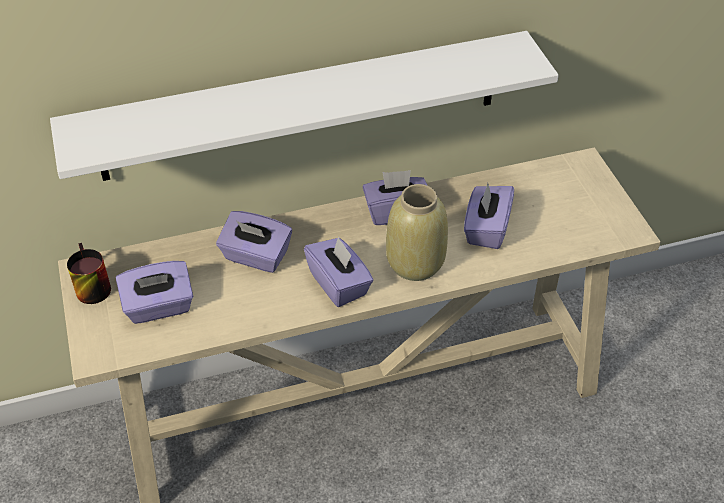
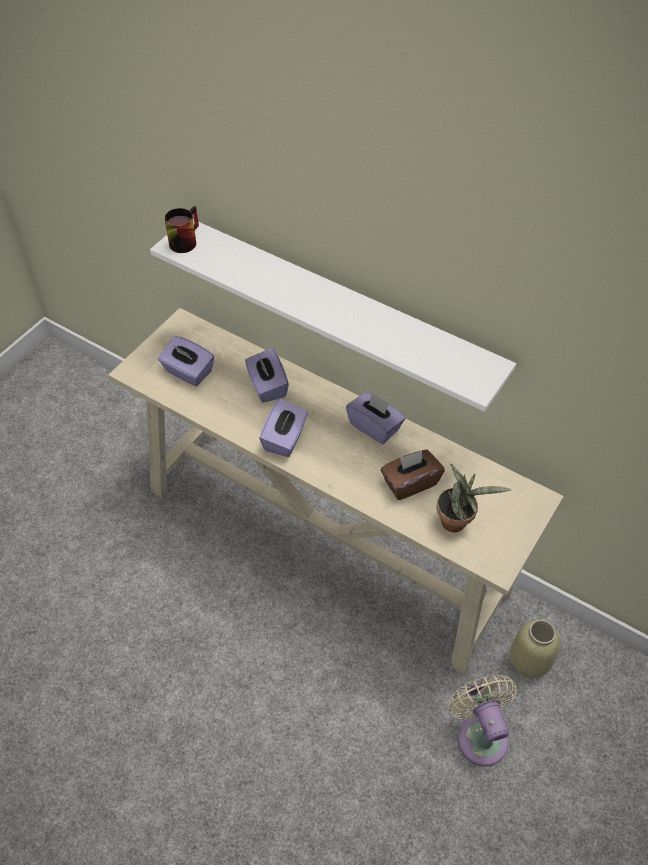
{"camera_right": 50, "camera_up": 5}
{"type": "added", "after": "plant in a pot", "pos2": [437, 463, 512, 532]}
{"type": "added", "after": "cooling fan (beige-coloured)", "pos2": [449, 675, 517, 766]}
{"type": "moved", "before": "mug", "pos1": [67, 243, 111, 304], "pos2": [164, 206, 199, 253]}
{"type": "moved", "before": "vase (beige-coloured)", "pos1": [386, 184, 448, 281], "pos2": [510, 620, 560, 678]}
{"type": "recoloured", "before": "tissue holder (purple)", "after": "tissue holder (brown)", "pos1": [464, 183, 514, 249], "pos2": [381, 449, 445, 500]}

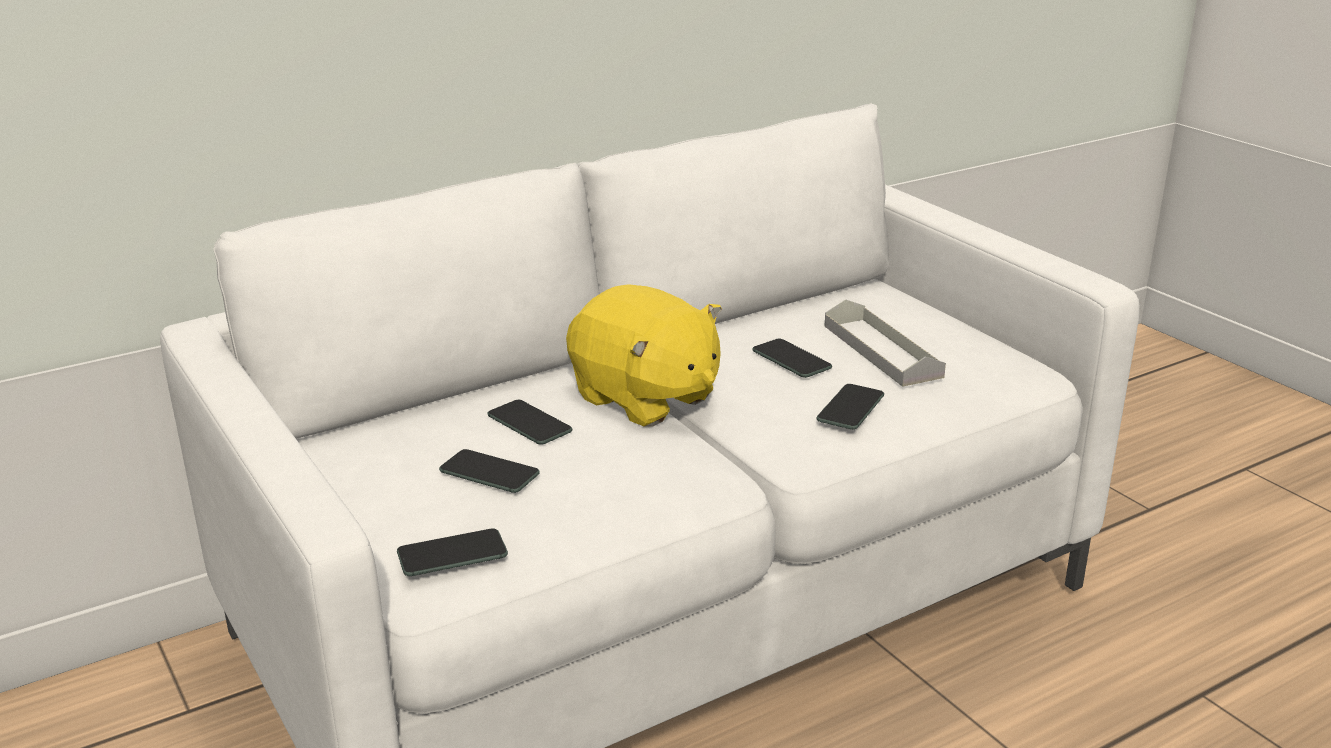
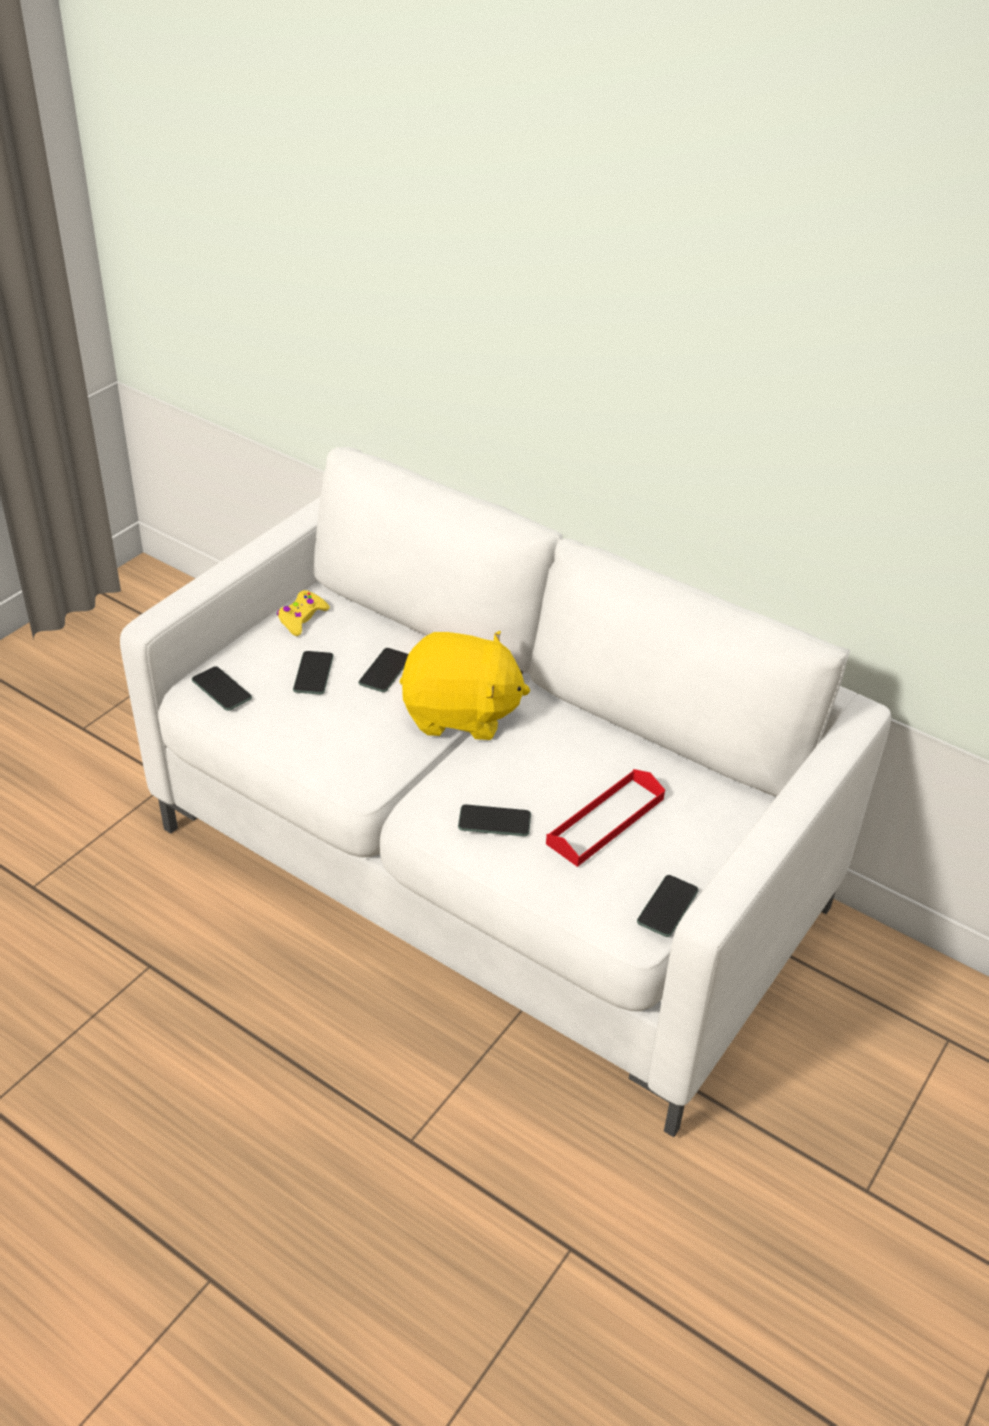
{"camera_right": 65, "camera_up": 15}
{"type": "added", "after": "gamepad (yellowish)", "pos2": [277, 590, 330, 636]}
{"type": "moved", "before": "handset", "pos1": [752, 339, 832, 378], "pos2": [637, 875, 698, 937]}
{"type": "recoloured", "before": "serving tray (greyish)", "after": "serving tray (red-coloured)", "pos1": [825, 299, 946, 387], "pos2": [546, 769, 665, 867]}
{"type": "turned", "before": "plush toy (yellowish)", "pos1": [566, 284, 722, 427], "pos2": [400, 631, 531, 740], "turn": -105}

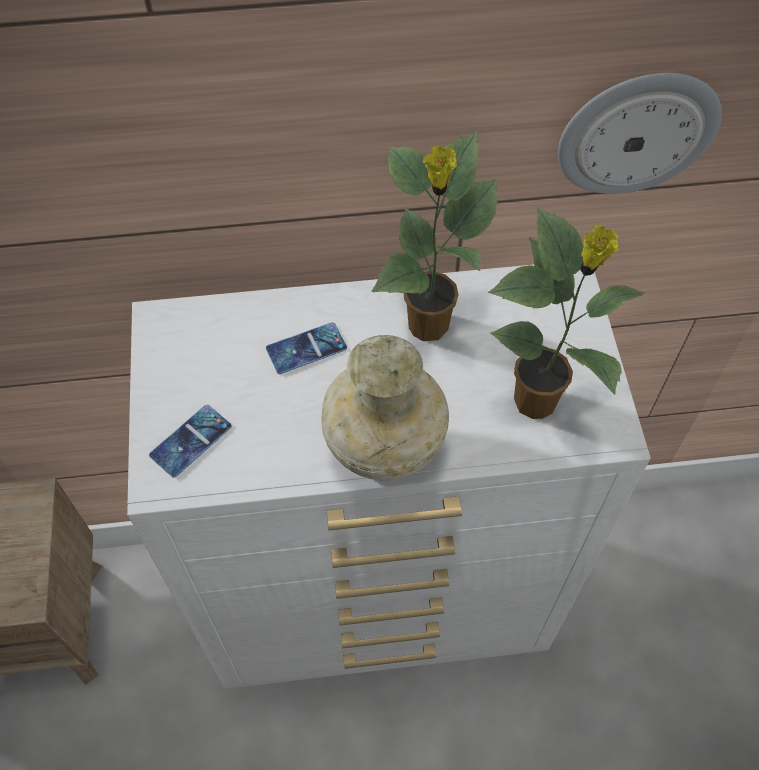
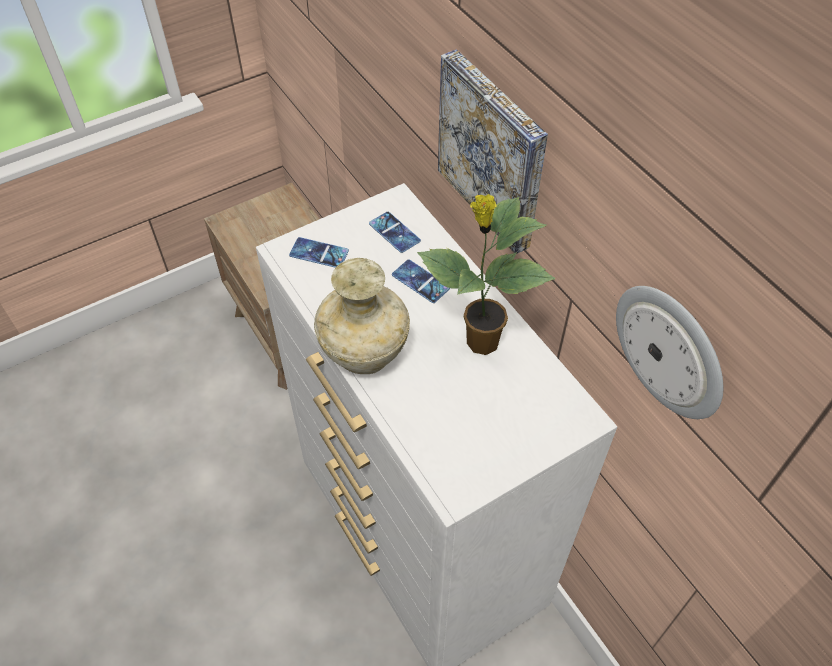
{"camera_right": 65, "camera_up": -5}
{"type": "removed", "before": "plant in a pot", "pos1": [488, 207, 646, 419]}
{"type": "added", "after": "handset", "pos2": [369, 212, 421, 253]}
{"type": "added", "after": "wall picture", "pos2": [438, 49, 548, 254]}

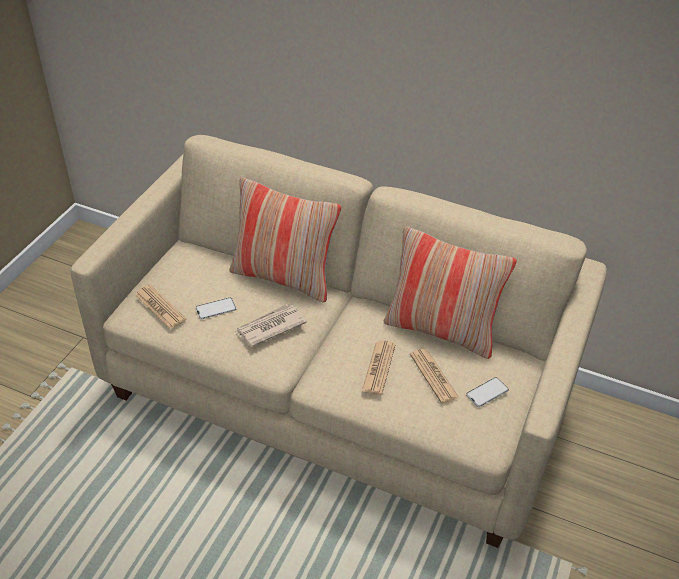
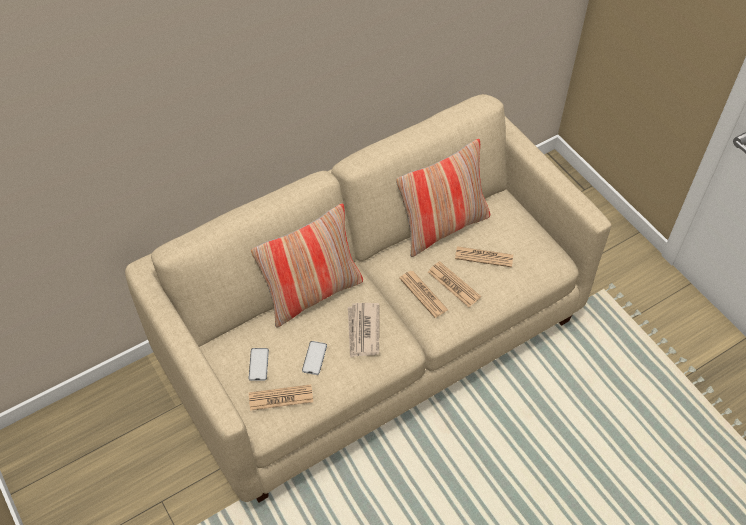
{"camera_right": -55, "camera_up": 10}
{"type": "added", "after": "newspaper", "pos2": [399, 271, 448, 318]}
{"type": "moved", "before": "handset", "pos1": [466, 377, 509, 407], "pos2": [249, 348, 269, 381]}

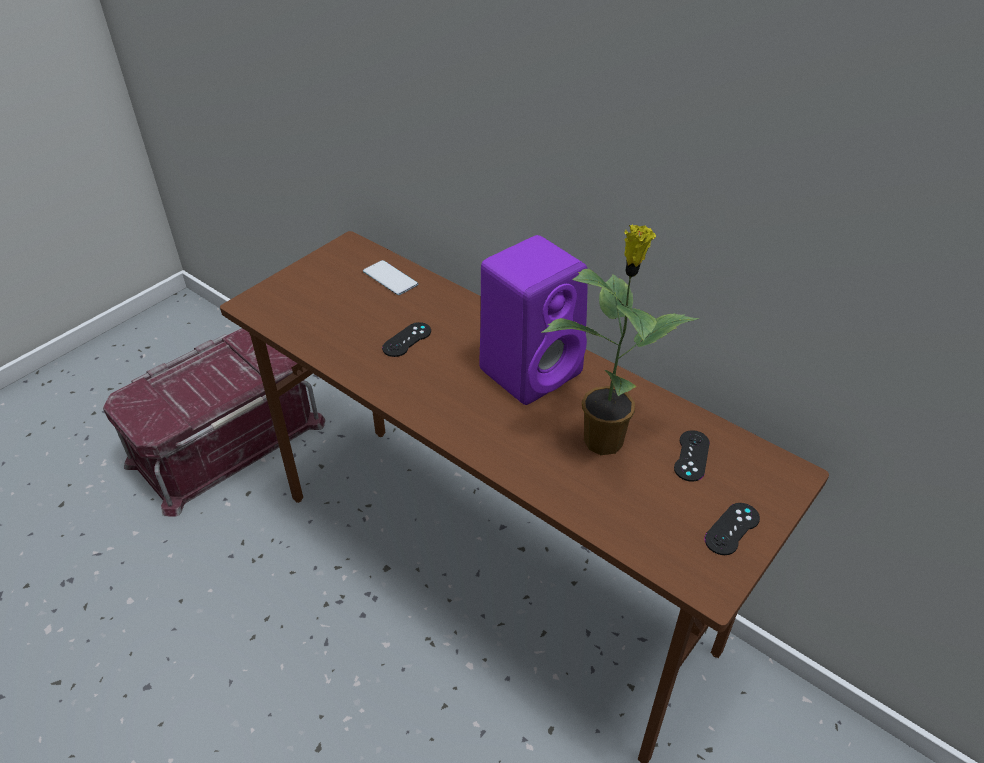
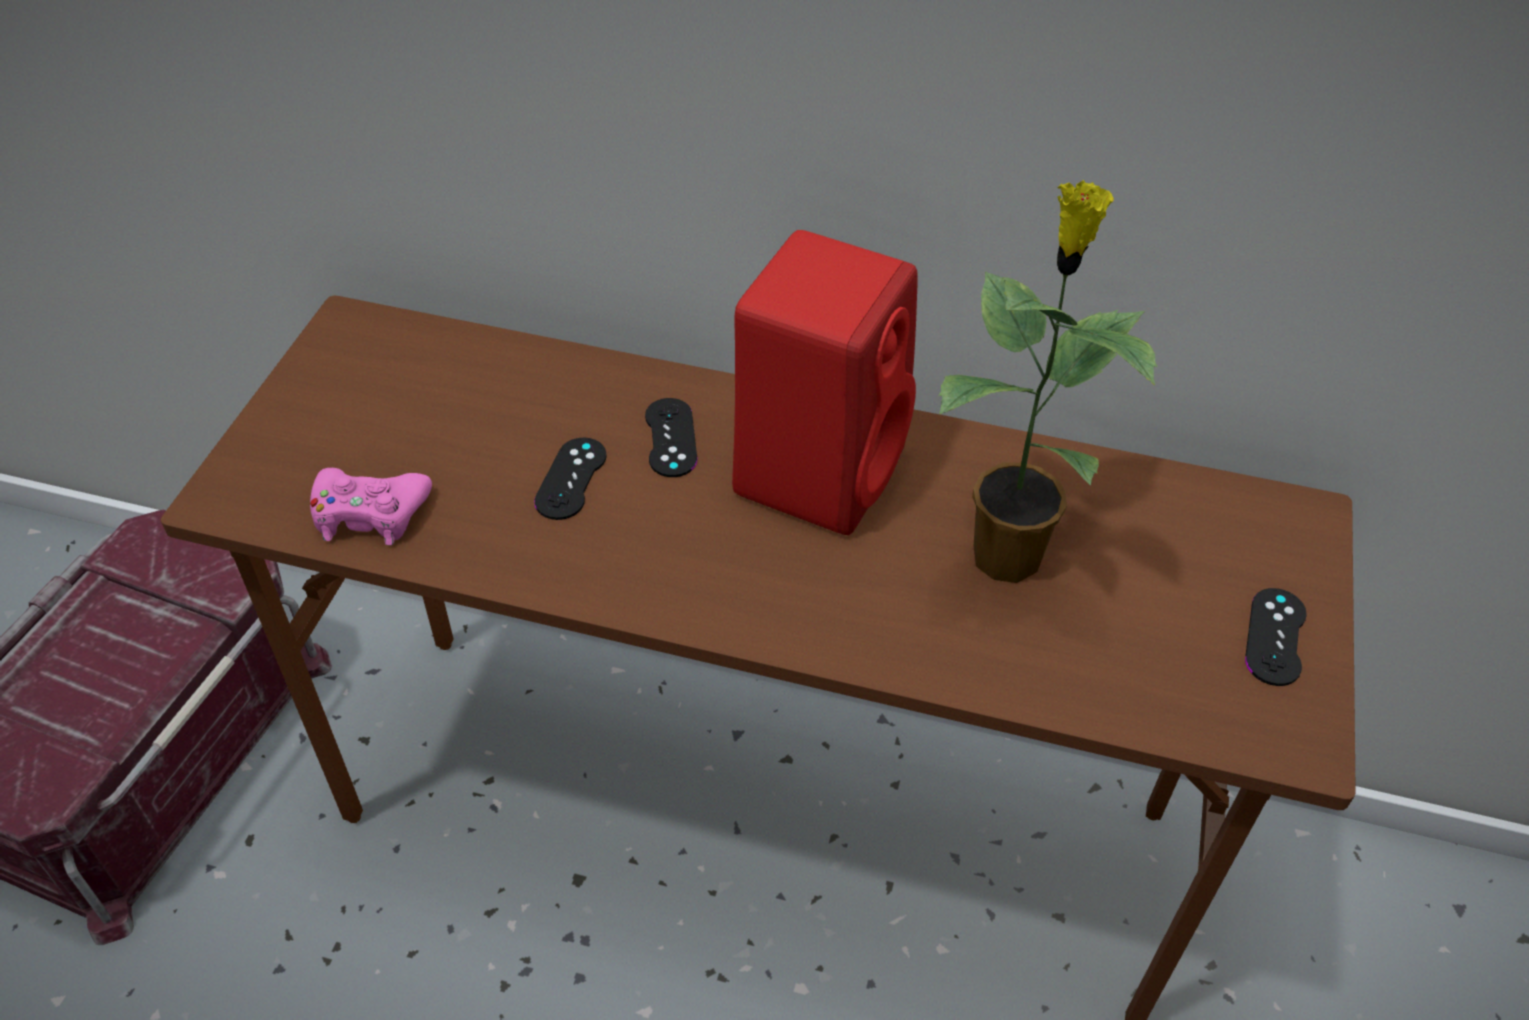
{"camera_right": -25, "camera_up": 5}
{"type": "removed", "before": "handset", "pos1": [363, 260, 418, 295]}
{"type": "added", "after": "gamepad (pink-coloured)", "pos2": [310, 468, 432, 545]}
{"type": "moved", "before": "gamepad (blackish)", "pos1": [674, 430, 710, 482], "pos2": [645, 398, 697, 477]}
{"type": "recoloured", "before": "speaker (purple)", "after": "speaker (red-coloured)", "pos1": [479, 235, 588, 405], "pos2": [732, 230, 918, 535]}

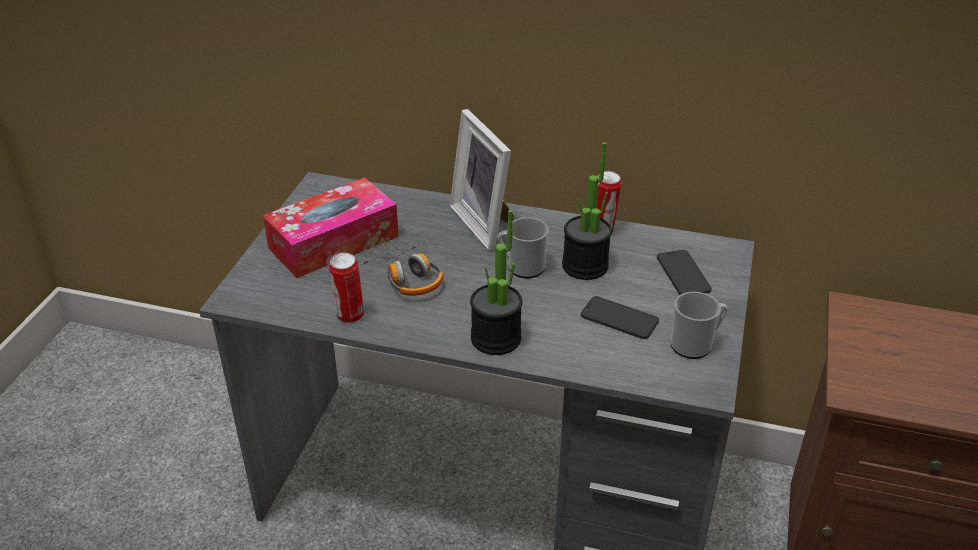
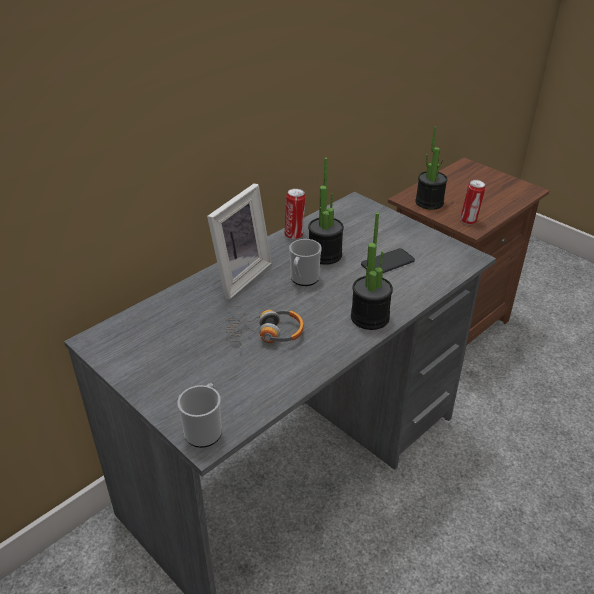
{"camera_right": -60, "camera_up": 0}
{"type": "removed", "before": "tissue holder", "pos1": [263, 178, 399, 278]}
{"type": "removed", "before": "handset", "pos1": [657, 250, 712, 295]}
{"type": "added", "after": "plant in a pot", "pos2": [415, 126, 447, 210]}
{"type": "moved", "before": "sealed can", "pos1": [329, 252, 364, 323], "pos2": [460, 180, 485, 225]}
{"type": "moved", "before": "mug", "pos1": [671, 292, 728, 359], "pos2": [177, 384, 222, 448]}
{"type": "turned", "before": "picture frame", "pos1": [450, 109, 514, 251], "pos2": [207, 183, 272, 299], "turn": -60}

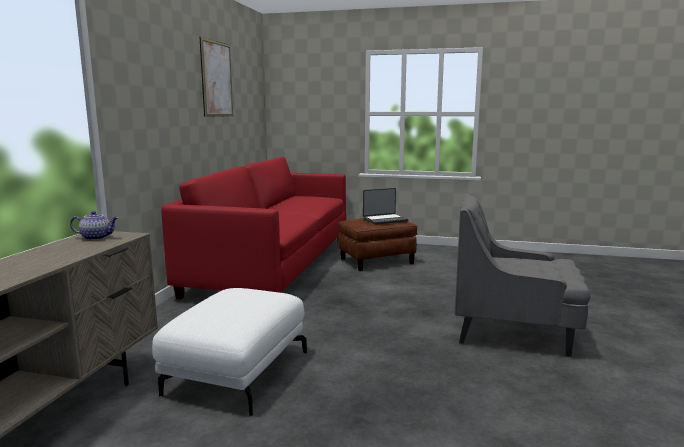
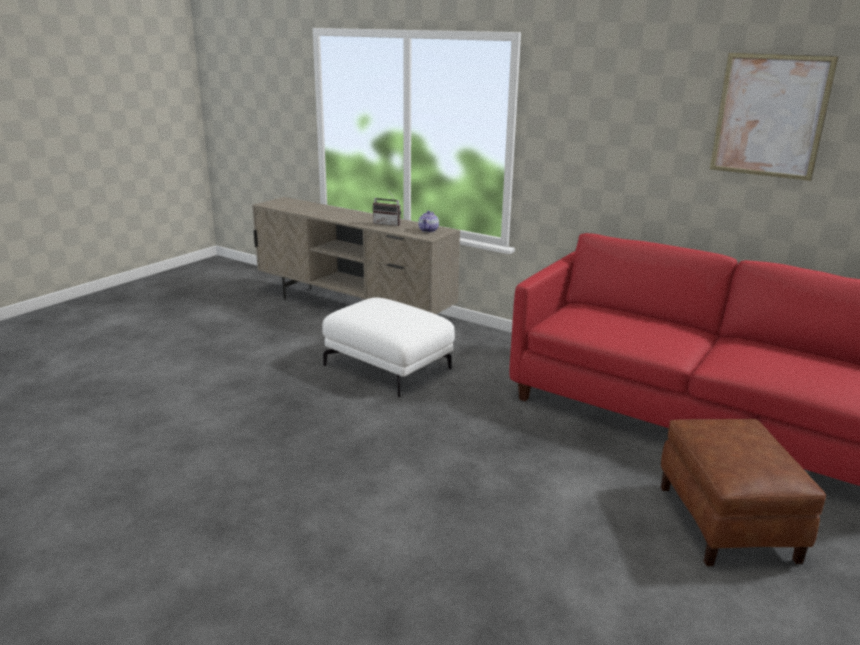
{"camera_right": 110, "camera_up": 10}
{"type": "removed", "before": "portable computer", "pos1": [363, 188, 409, 225]}
{"type": "removed", "before": "easy chair (greyish)", "pos1": [455, 194, 591, 357]}
{"type": "added", "after": "radio receiver", "pos2": [373, 190, 401, 226]}

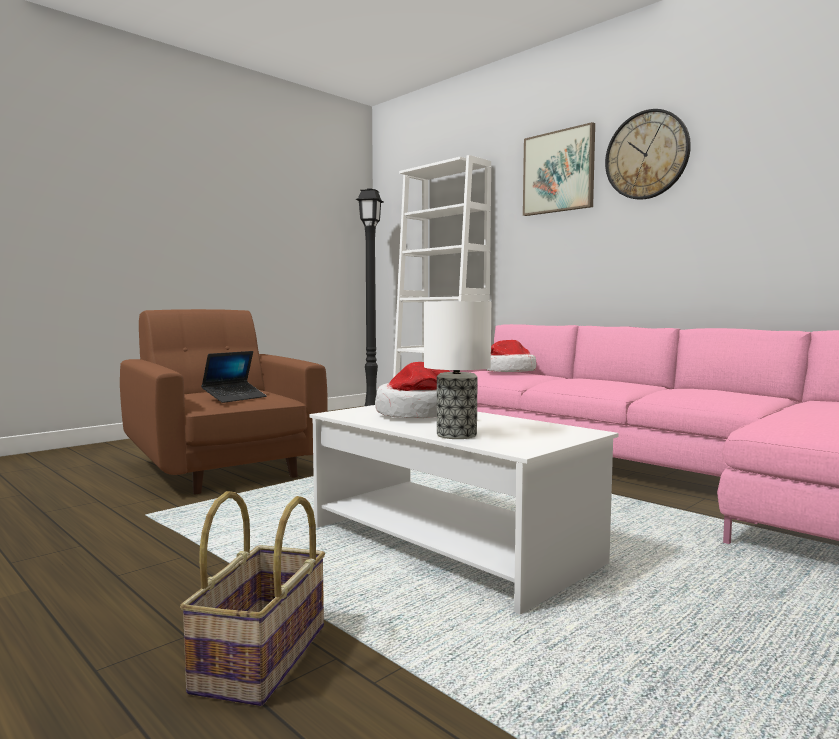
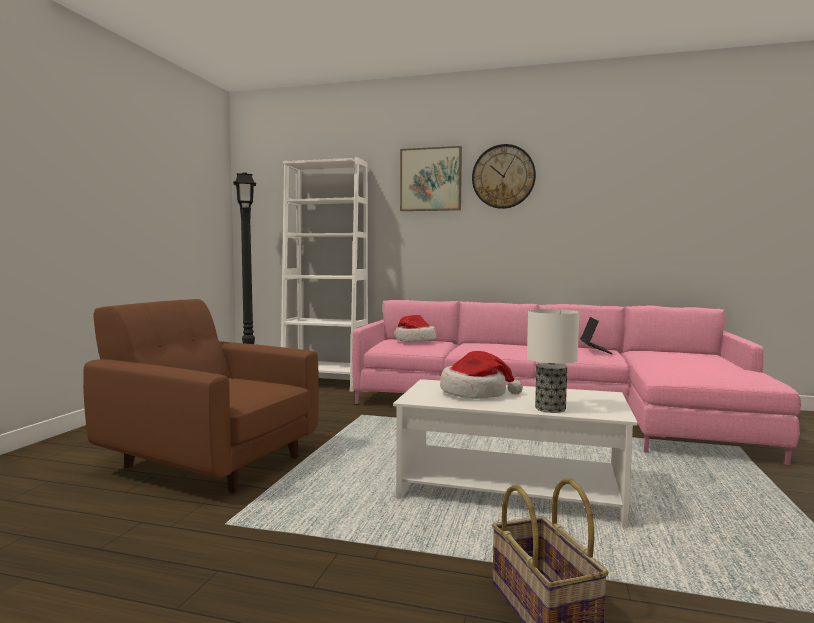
{"camera_right": -30, "camera_up": 0}
{"type": "moved", "before": "portable computer", "pos1": [201, 351, 267, 403], "pos2": [580, 317, 613, 354]}

